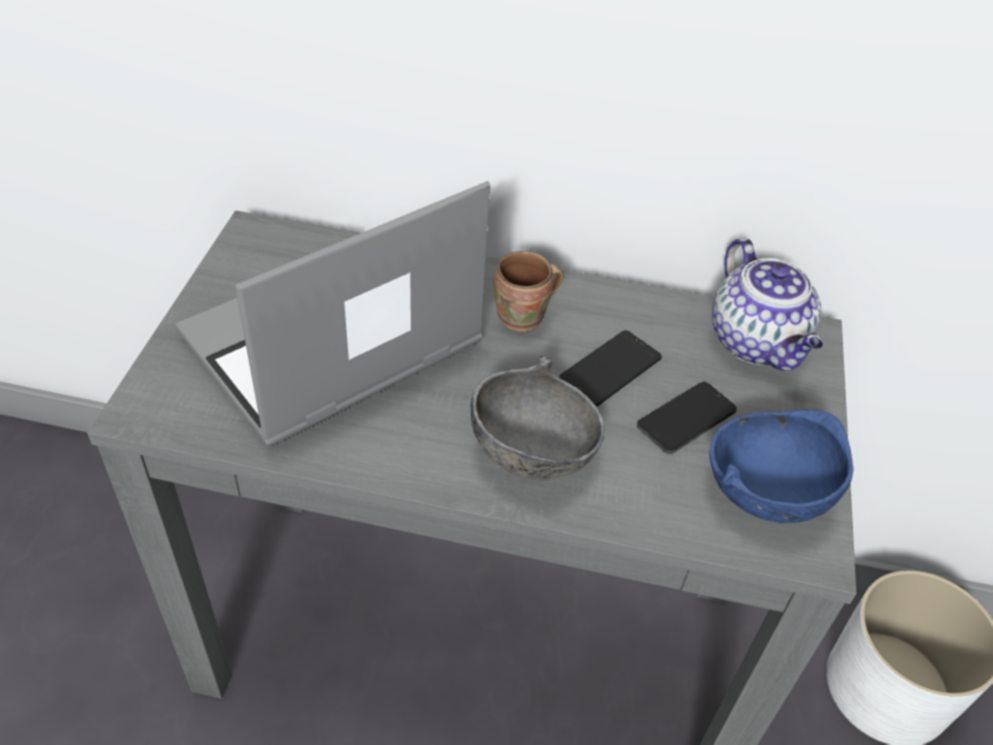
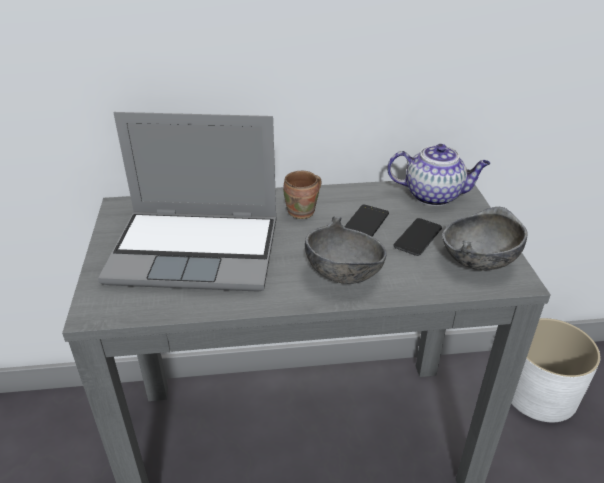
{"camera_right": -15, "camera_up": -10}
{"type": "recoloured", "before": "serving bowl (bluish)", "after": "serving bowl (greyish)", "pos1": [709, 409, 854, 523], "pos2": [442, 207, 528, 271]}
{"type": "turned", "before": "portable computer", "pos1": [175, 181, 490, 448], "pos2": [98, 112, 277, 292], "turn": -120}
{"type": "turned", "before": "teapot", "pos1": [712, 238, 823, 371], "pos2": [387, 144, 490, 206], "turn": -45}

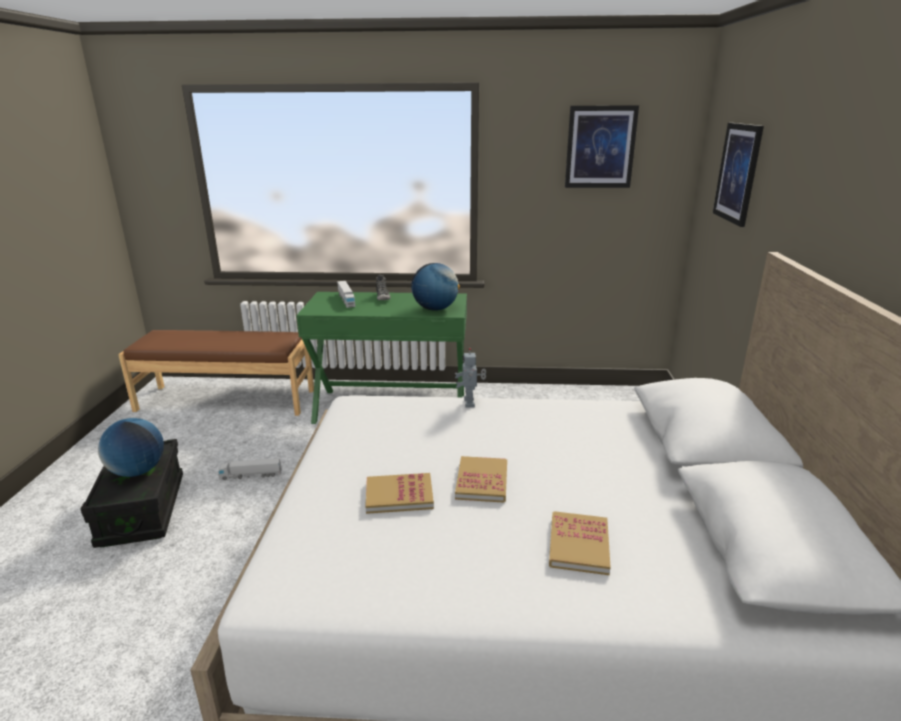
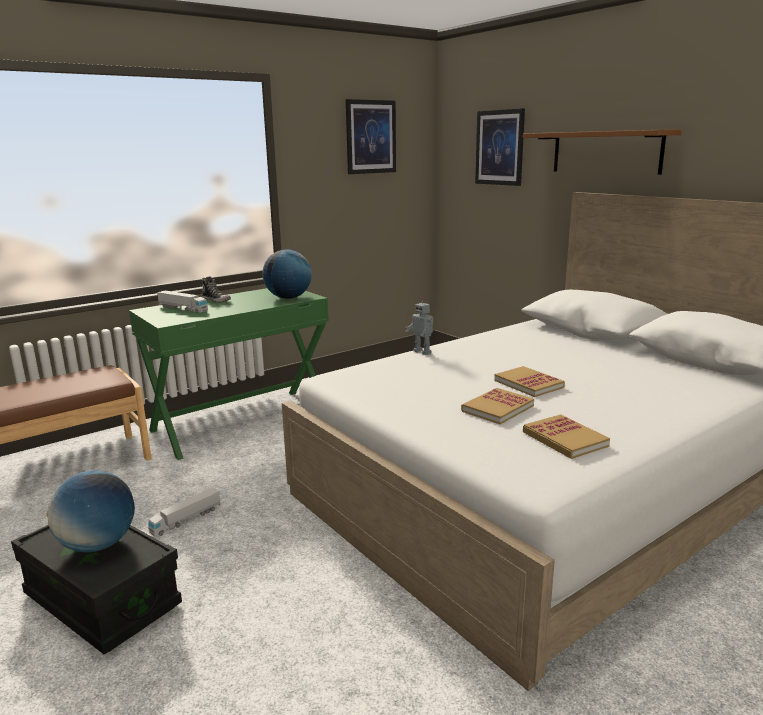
{"camera_right": -40, "camera_up": -5}
{"type": "added", "after": "bracket shelf (brown)", "pos2": [523, 130, 682, 175]}
{"type": "moved", "before": "book", "pos1": [549, 511, 611, 575], "pos2": [523, 414, 610, 459]}

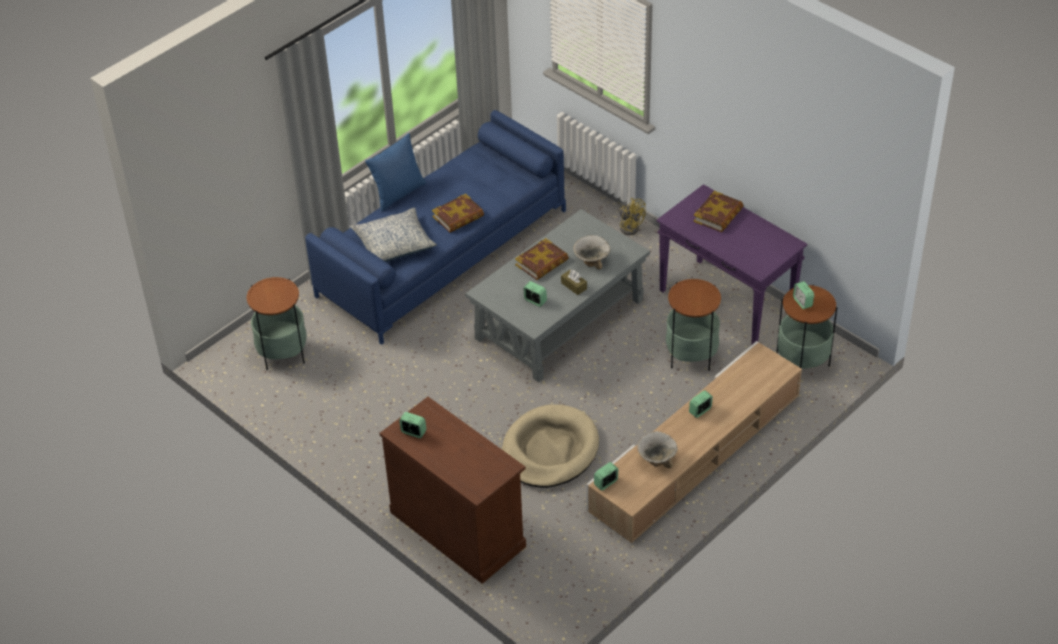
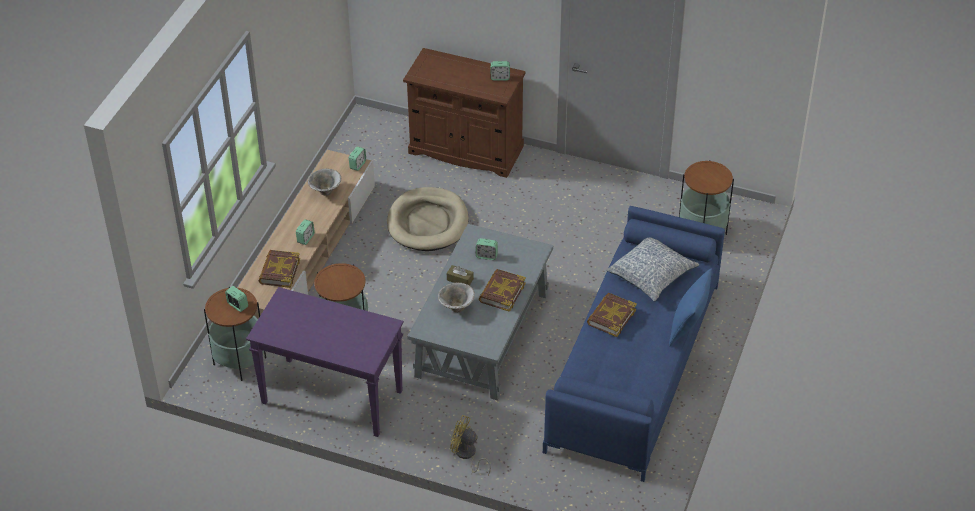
{"camera_right": 155, "camera_up": 0}
{"type": "moved", "before": "book", "pos1": [693, 191, 743, 232], "pos2": [259, 250, 300, 288]}

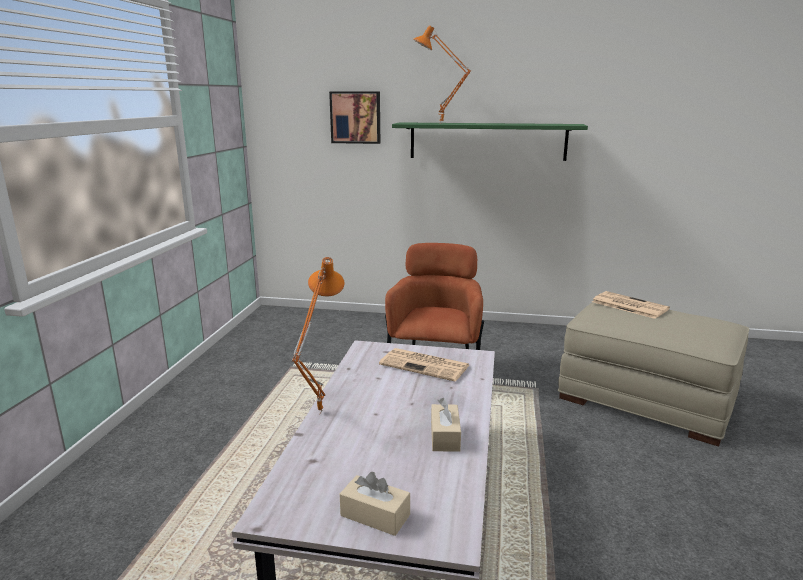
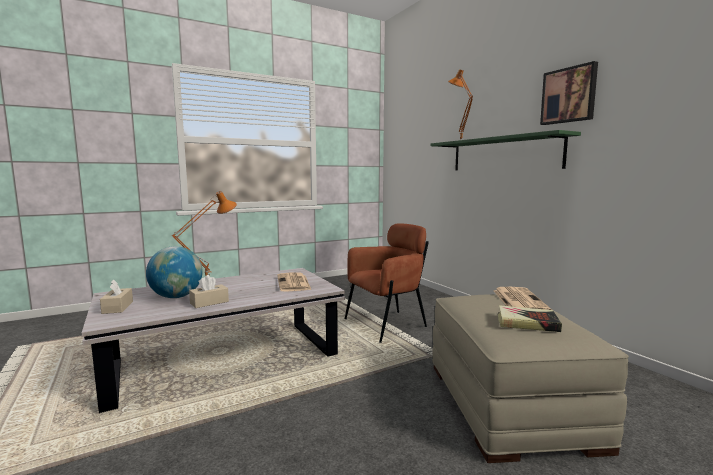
{"camera_right": 50, "camera_up": -10}
{"type": "added", "after": "globe", "pos2": [146, 246, 203, 298]}
{"type": "added", "after": "book", "pos2": [498, 305, 562, 332]}
{"type": "moved", "before": "wall picture", "pos1": [329, 91, 380, 144], "pos2": [540, 61, 598, 125]}

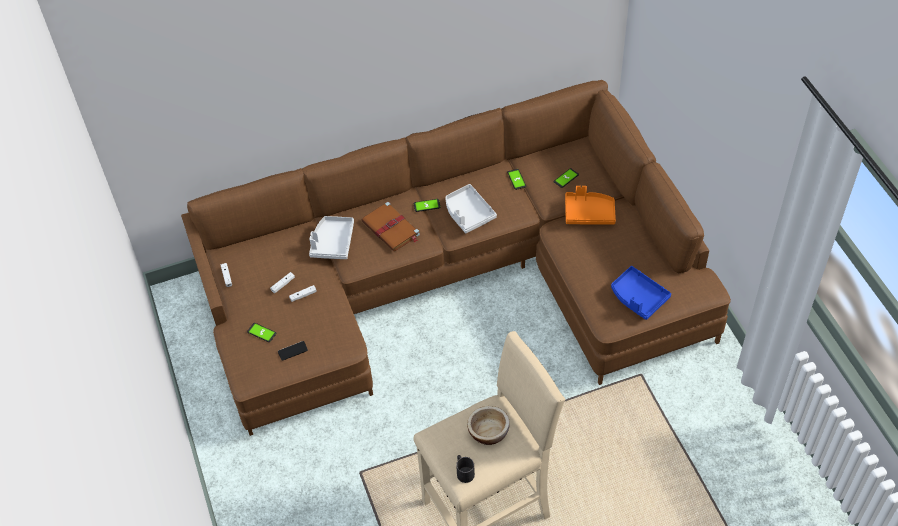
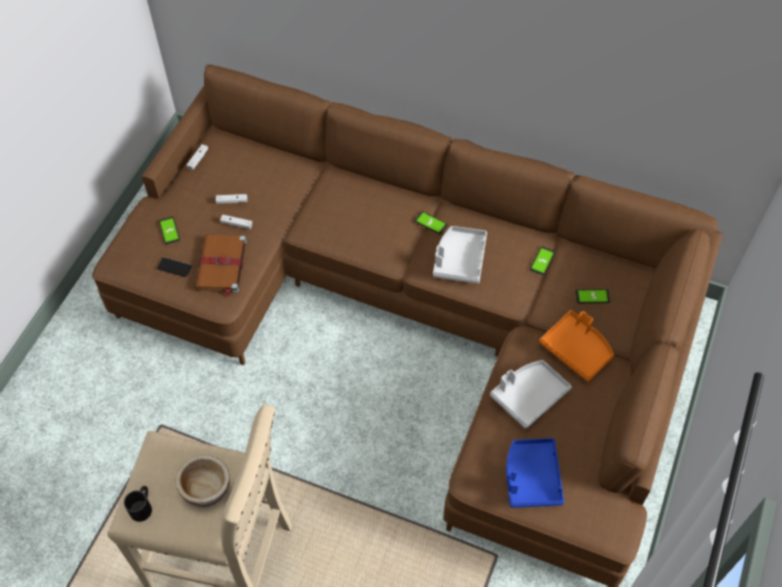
{"camera_right": 40, "camera_up": 5}
{"type": "moved", "before": "serving tray (greyish)", "pos1": [309, 216, 354, 259], "pos2": [490, 360, 572, 429]}
{"type": "moved", "before": "book (brown)", "pos1": [361, 202, 420, 252], "pos2": [195, 234, 246, 297]}

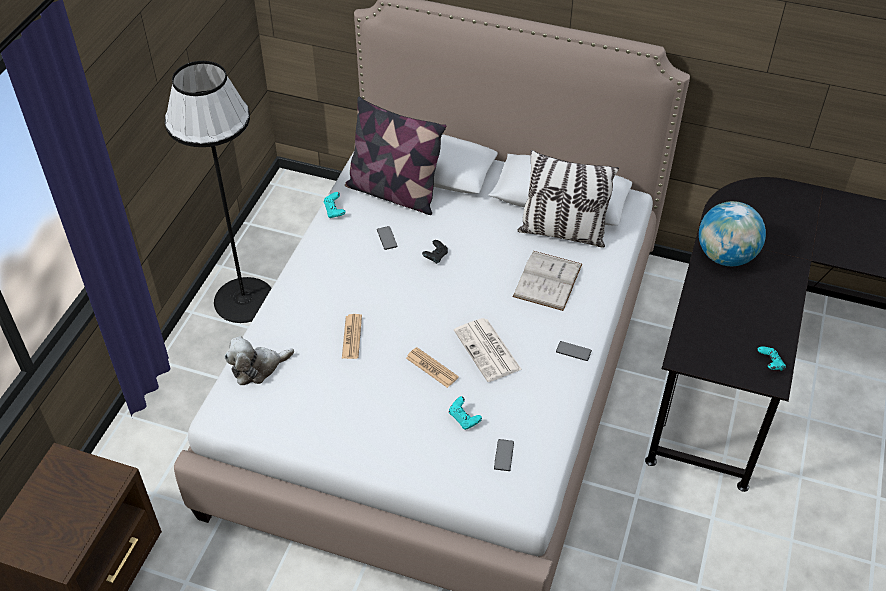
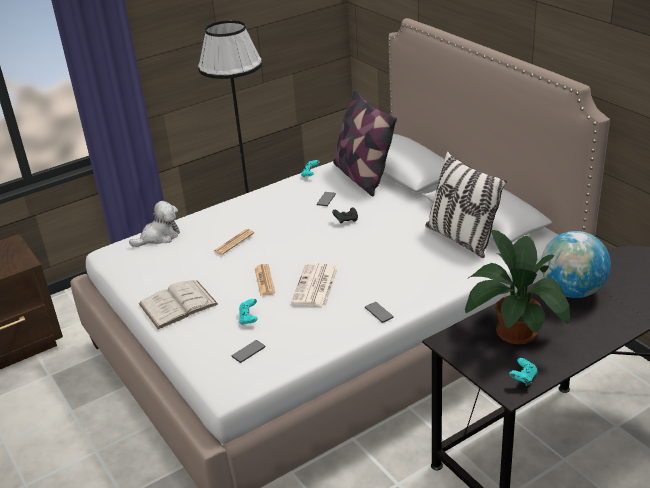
{"camera_right": 40, "camera_up": -15}
{"type": "added", "after": "plant in a pot", "pos2": [465, 230, 570, 344]}
{"type": "moved", "before": "book (whitish)", "pos1": [513, 251, 582, 311], "pos2": [139, 280, 218, 329]}
{"type": "turned", "before": "plush toy", "pos1": [224, 336, 294, 385], "pos2": [129, 201, 180, 247], "turn": 135}

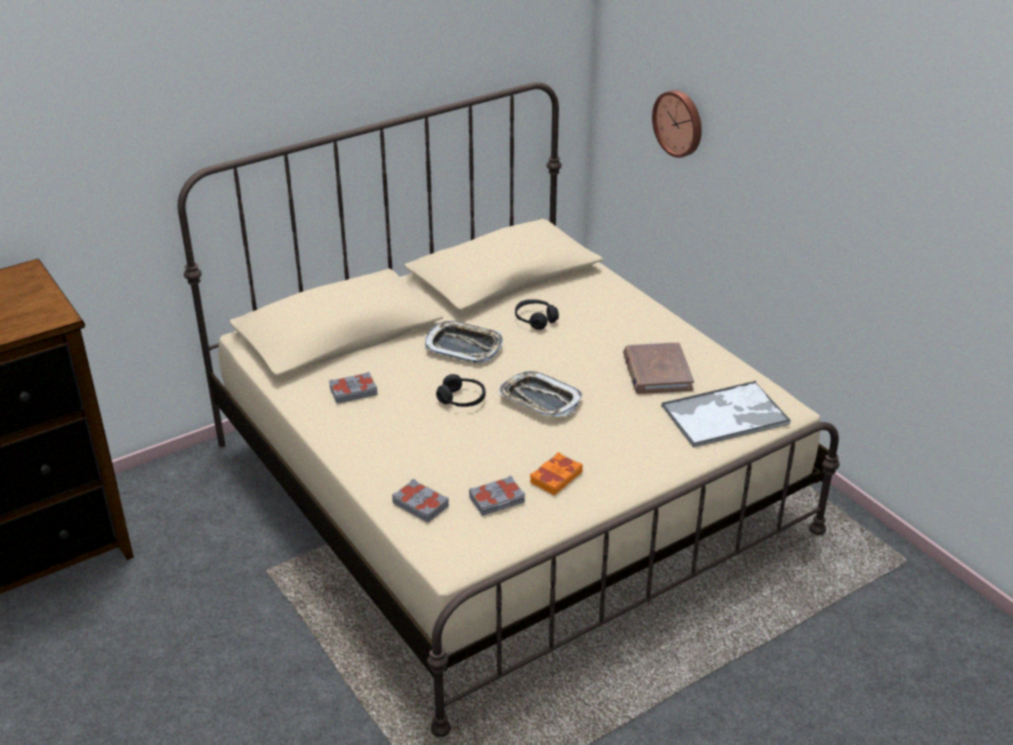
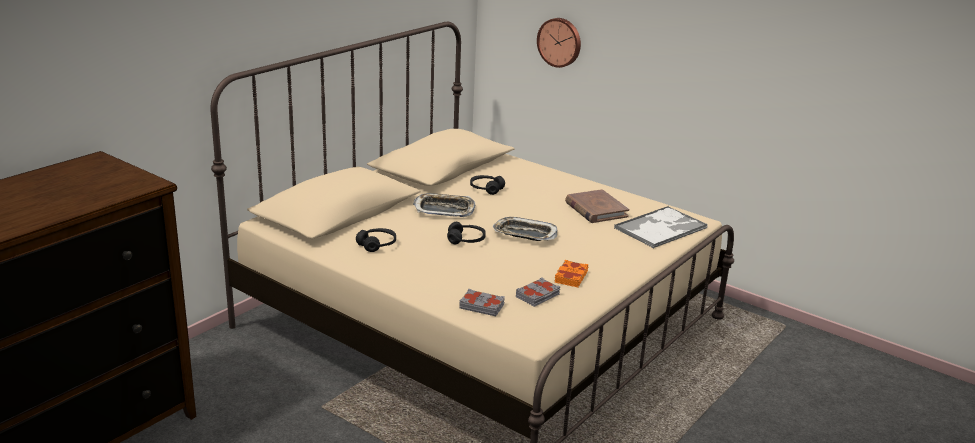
{"camera_right": -20, "camera_up": -10}
{"type": "replaced", "before": "book (greyish)", "after": "pair of headphones (blackish)", "pos1": [329, 372, 378, 404], "pos2": [356, 228, 396, 252]}

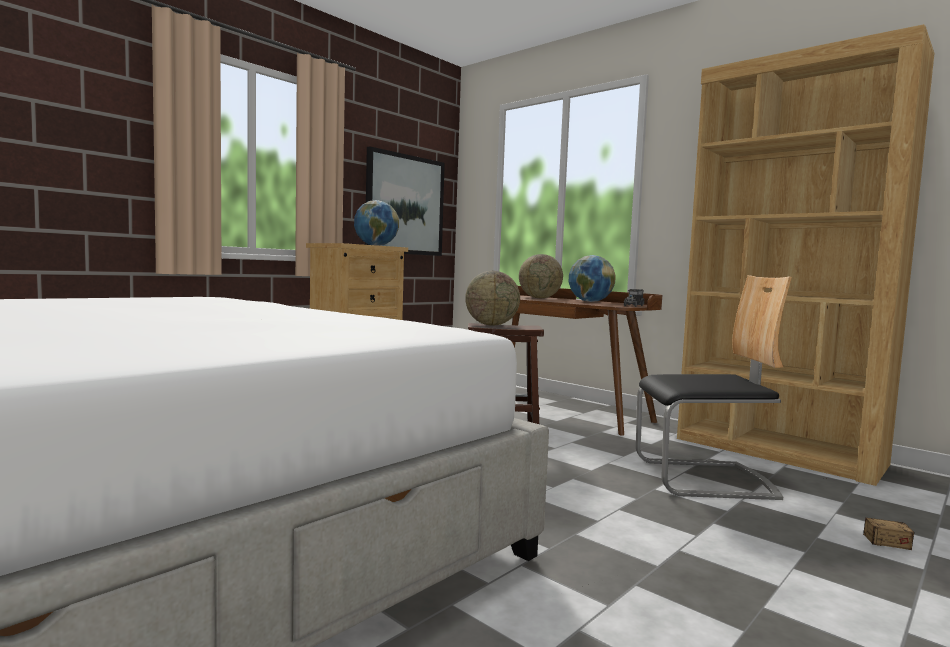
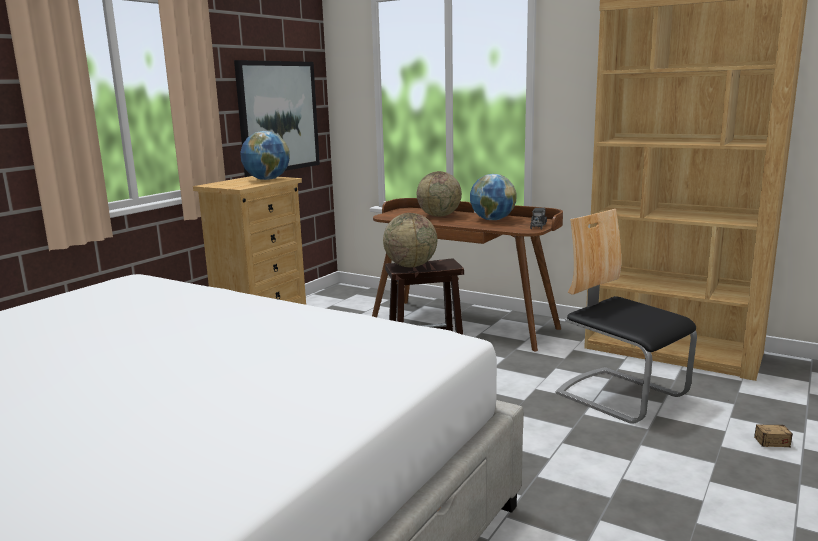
{"camera_right": -10, "camera_up": 10}
{"type": "turned", "before": "plain chair", "pos1": [636, 275, 792, 500], "pos2": [555, 209, 697, 424], "turn": -120}

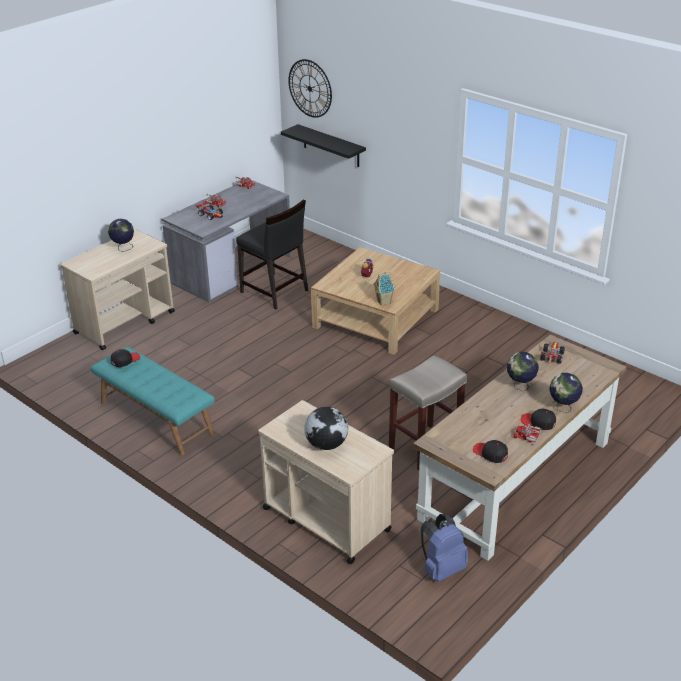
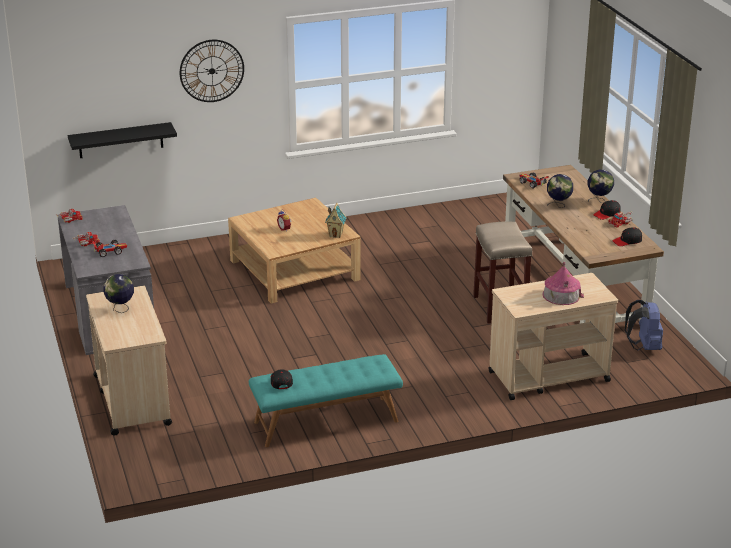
{"camera_right": -60, "camera_up": -5}
{"type": "removed", "before": "plain chair (blackish)", "pos1": [236, 199, 308, 310]}
{"type": "moved", "before": "clock on the wall", "pos1": [288, 59, 332, 118], "pos2": [180, 40, 244, 102]}
{"type": "replaced", "before": "globe", "after": "toy house", "pos1": [304, 407, 348, 450], "pos2": [542, 262, 584, 305]}

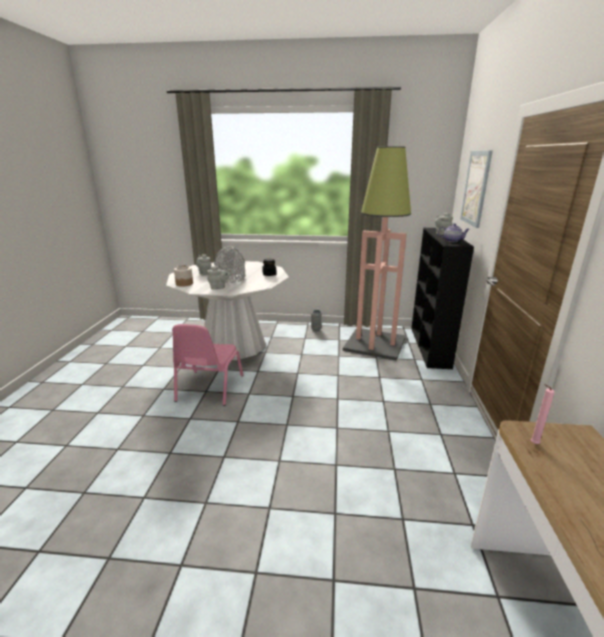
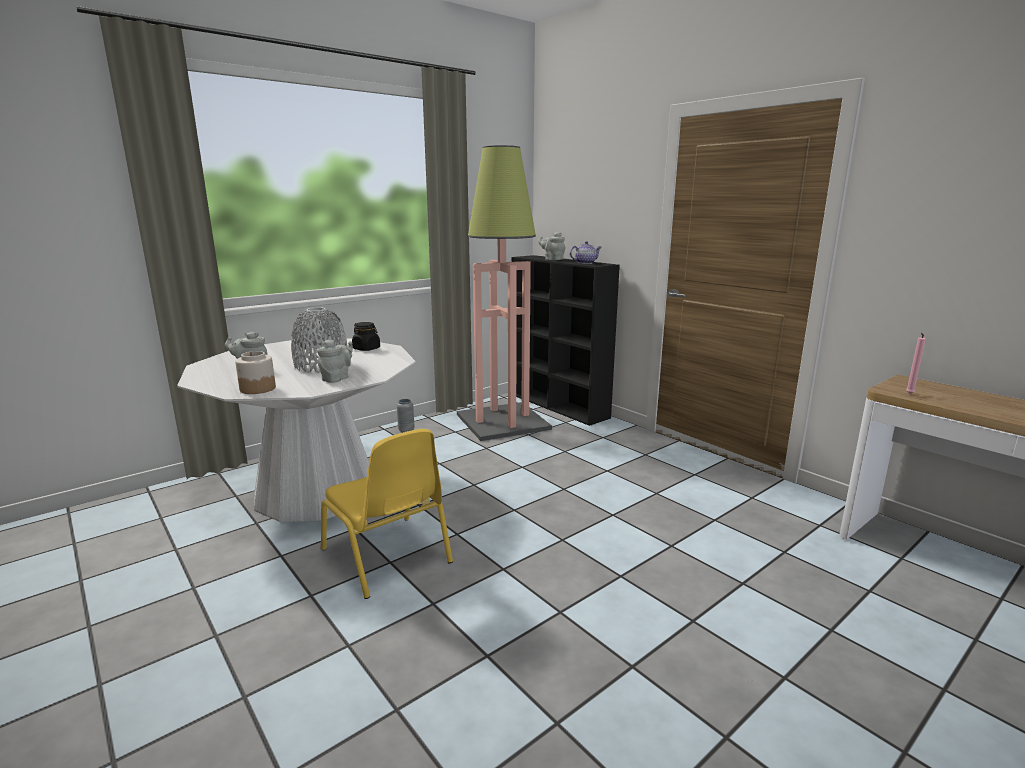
{"camera_right": -45, "camera_up": -5}
{"type": "removed", "before": "wall picture", "pos1": [460, 150, 493, 228]}
{"type": "recoloured", "before": "plain chair (pink-coloured)", "after": "plain chair (yellowish)", "pos1": [172, 324, 243, 406], "pos2": [321, 429, 453, 599]}

